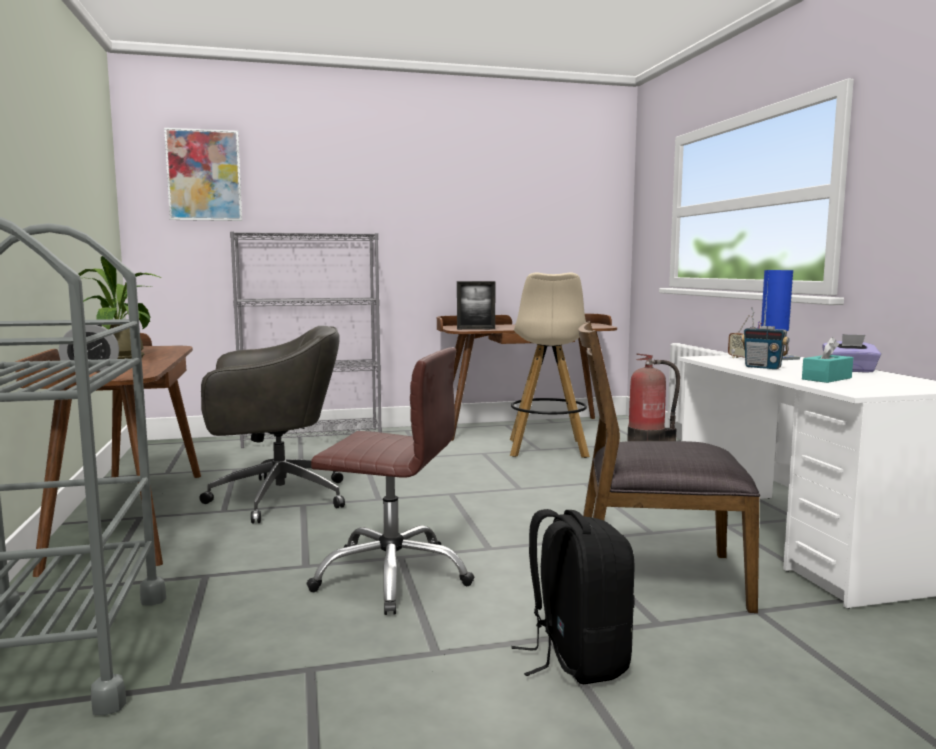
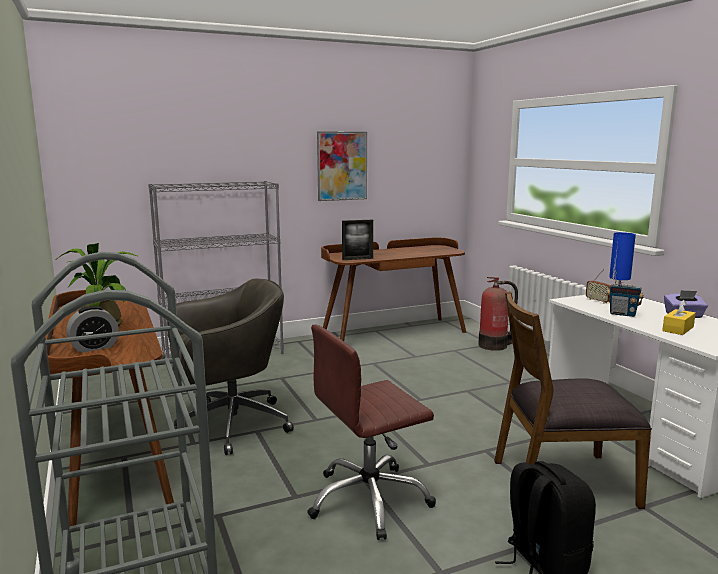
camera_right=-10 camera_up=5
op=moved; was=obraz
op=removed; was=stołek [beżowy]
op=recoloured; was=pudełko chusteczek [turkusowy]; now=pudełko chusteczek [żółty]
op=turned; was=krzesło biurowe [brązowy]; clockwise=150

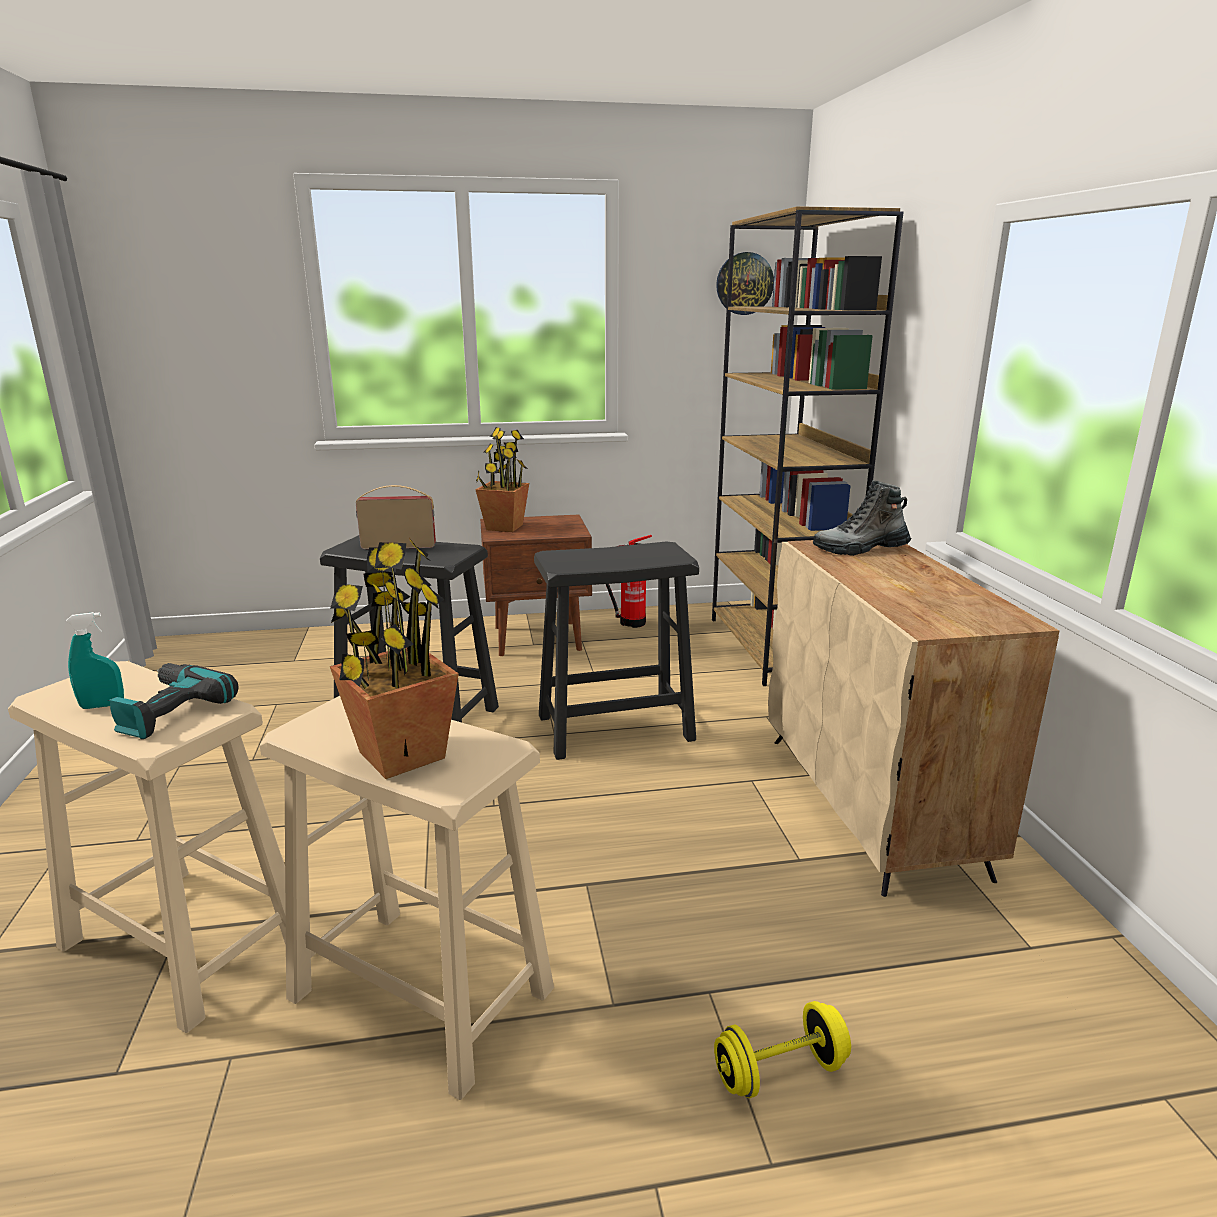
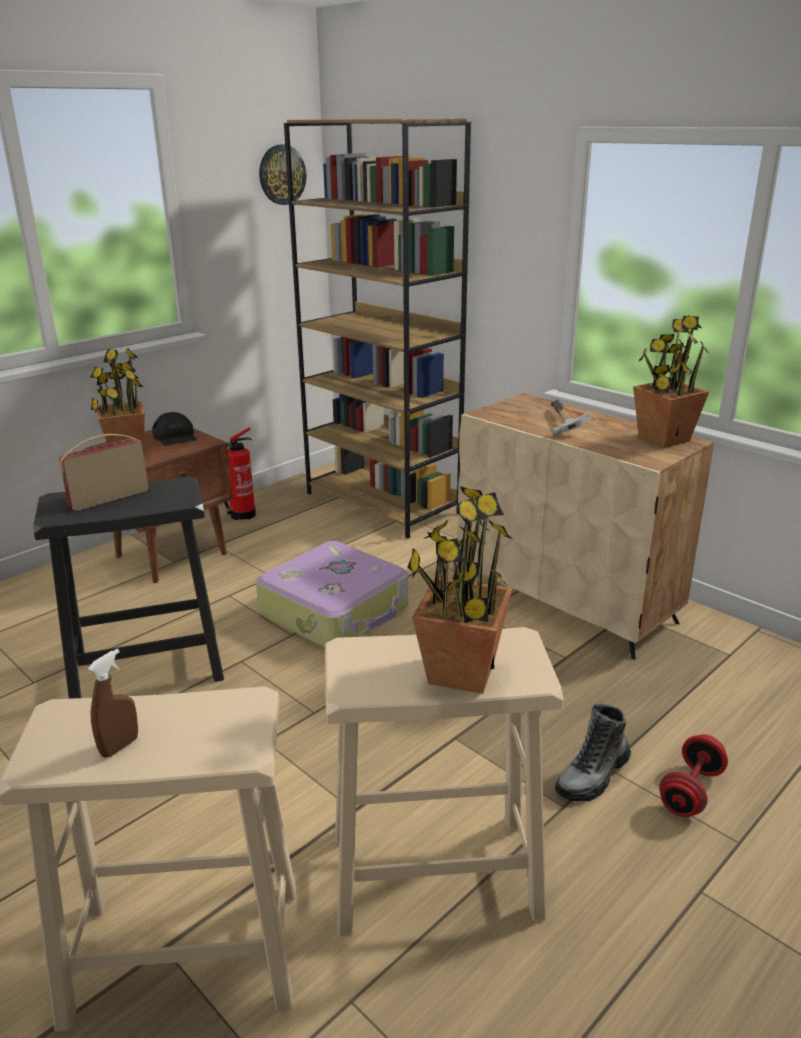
camera_right=-35 camera_up=5
op=moved; was=but z cholewką
op=replaced; was=stołek [czarny] (2nd from left); now=walizka
op=recoloured; was=spryskiwacz [turkusowy]; now=spryskiwacz [brązowy]
op=removed; was=wiertarka
op=recoloured; was=hantel [żółty]; now=hantel [czerwony]
op=added; now=roślina doniczkowa (3rd from left)
op=added; now=młotek
op=added; now=czapka z daszkiem [czarny]

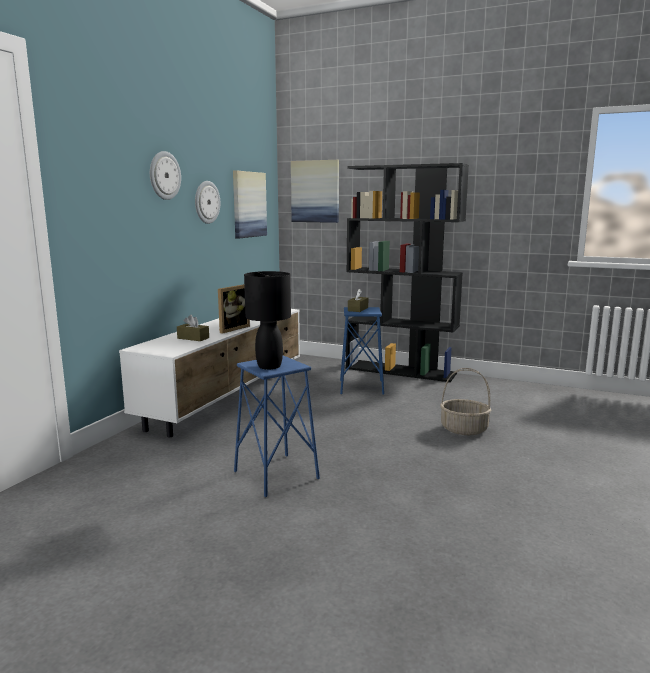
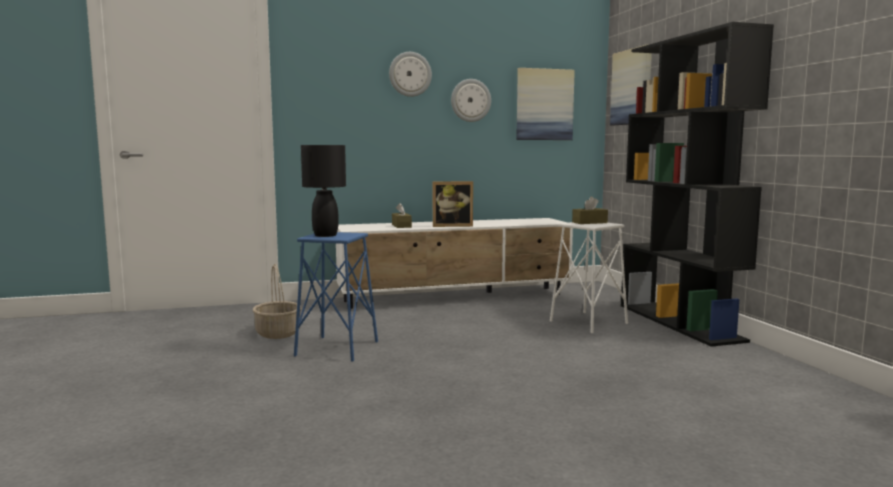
camera_right=50 camera_up=-5
op=recoloured; was=stołek [niebieski] (2nd from left); now=stołek [biały]
op=moved; was=koszyk

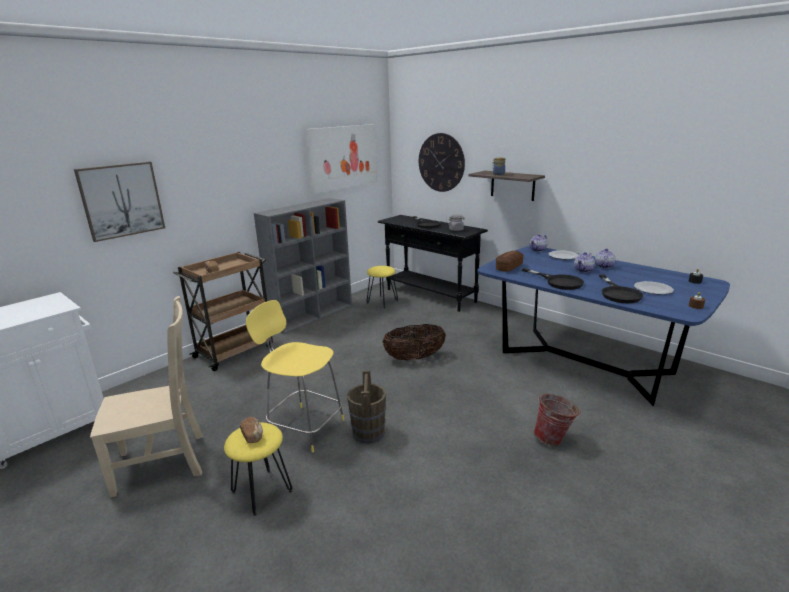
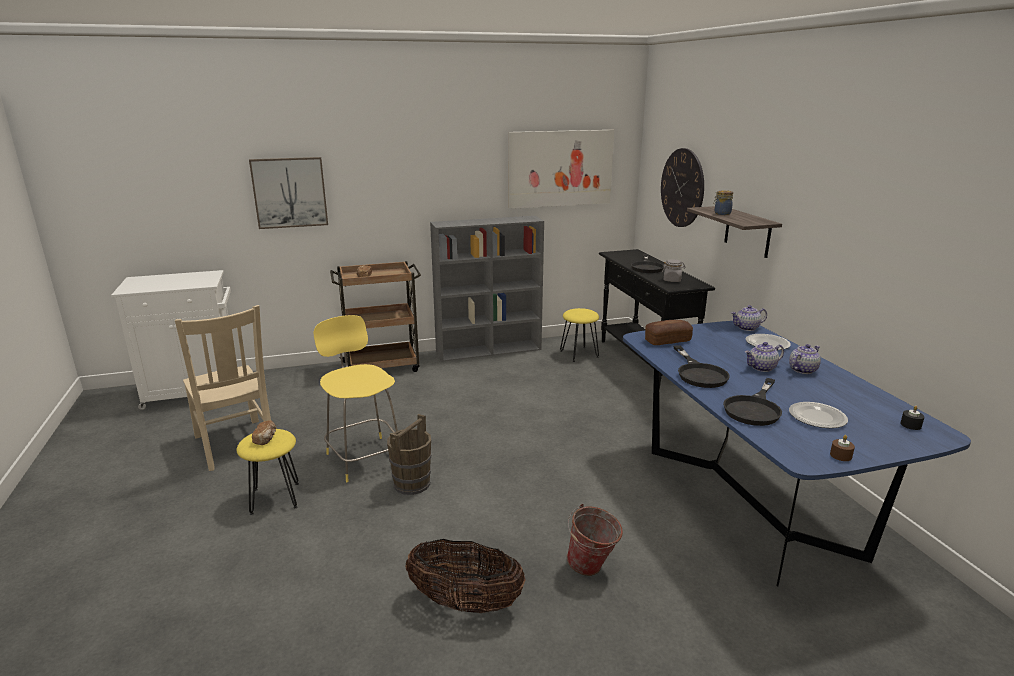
camera_right=30 camera_up=0
op=turned; was=krzesło [beżowy]; clockwise=45
op=moved; was=koszyk

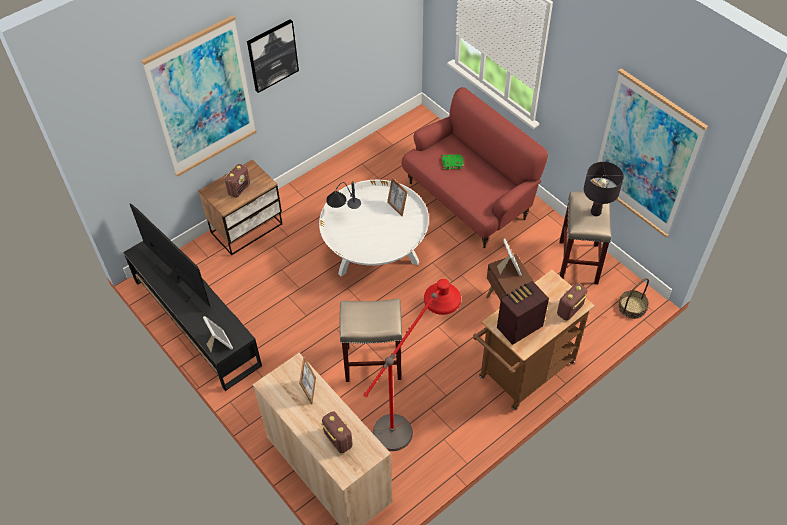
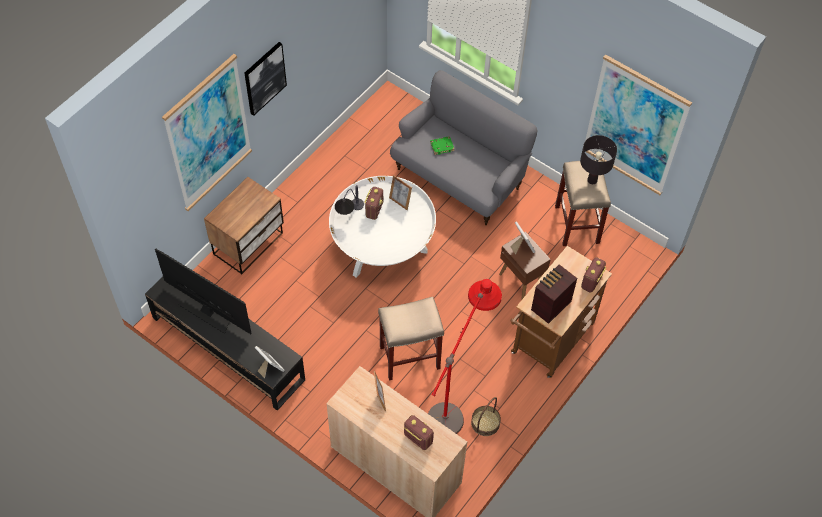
camera_right=-15 camera_up=5
op=recoloured; was=kanapa [czerwony]; now=kanapa [szary]
op=moved; was=radio (1st from left)
op=moved; was=koszyk

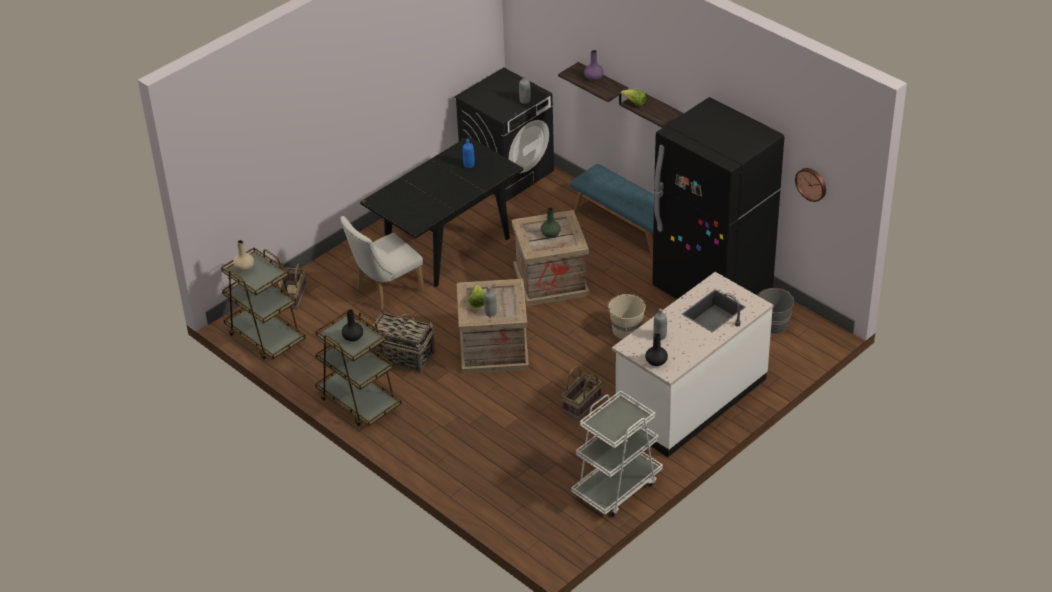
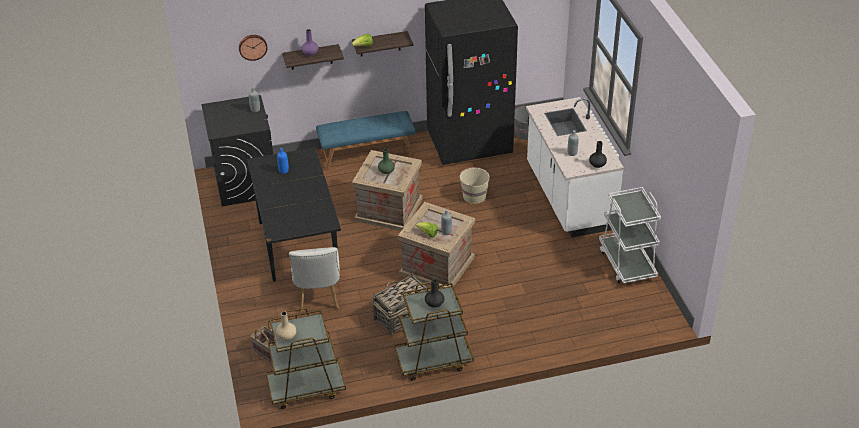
camera_right=-60 camera_up=0
op=moved; was=zegar ścienny
op=removed; was=koszyk (3rd from left)

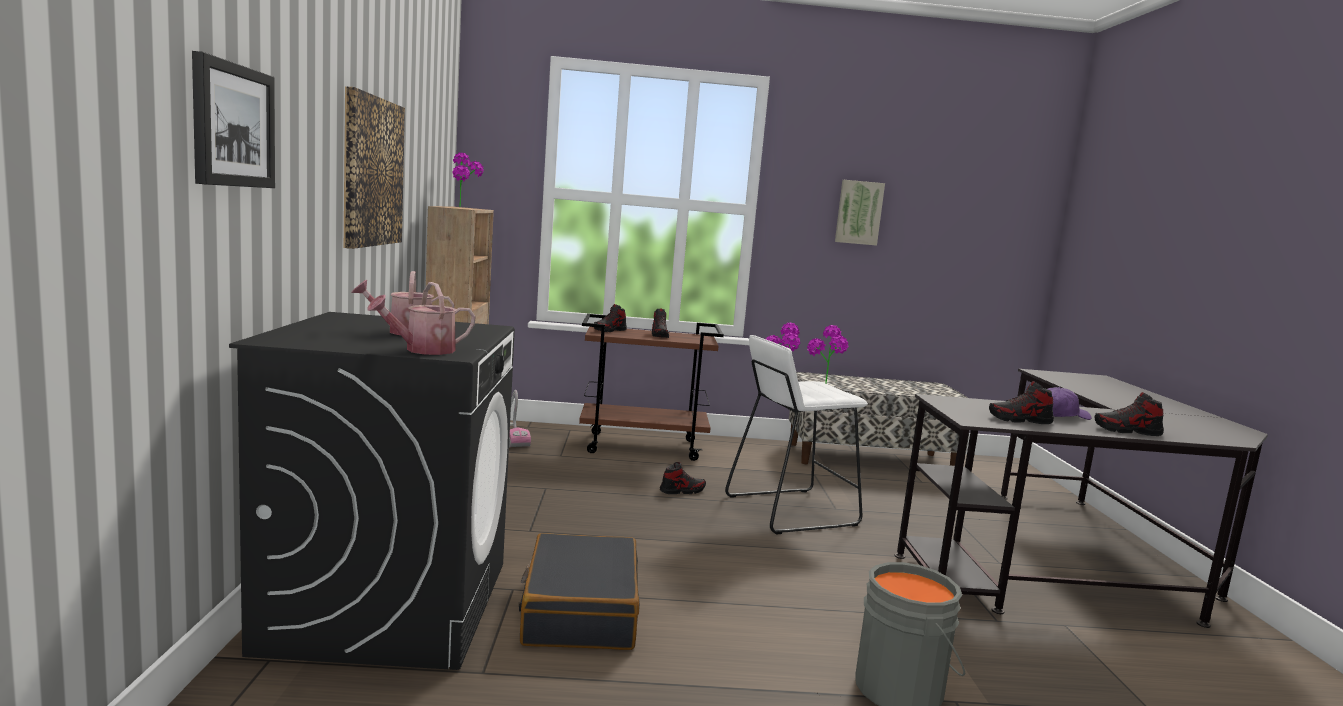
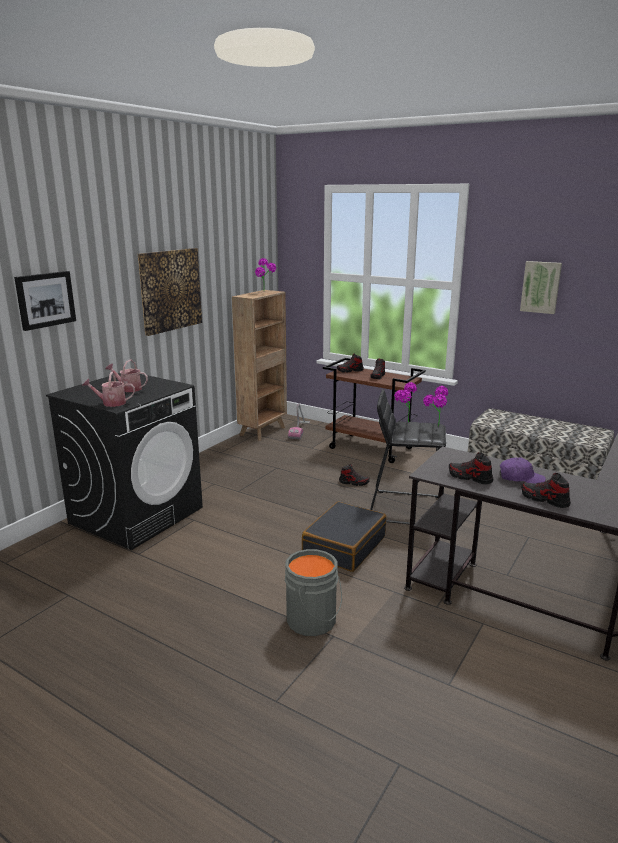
camera_right=35 camera_up=10
op=recoloured; was=stołek [biały]; now=stołek [czarny]
op=moved; was=walizka [czarny]

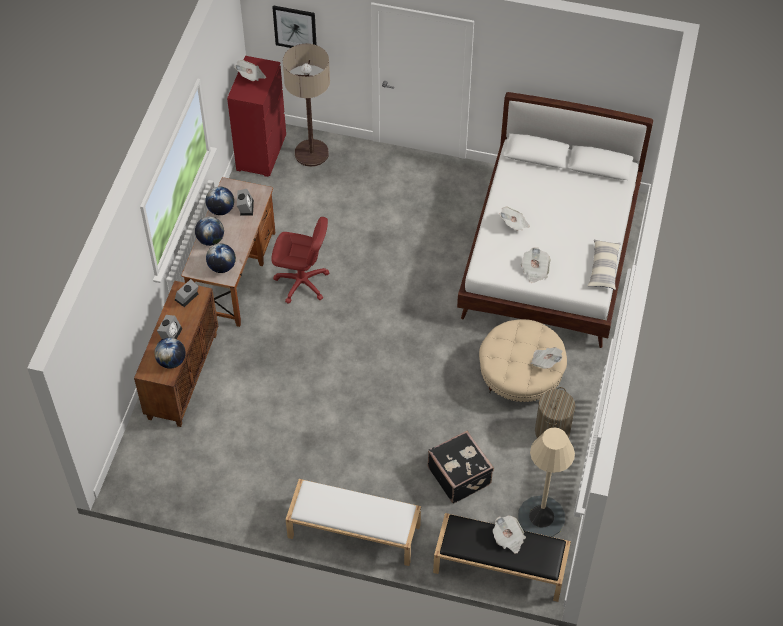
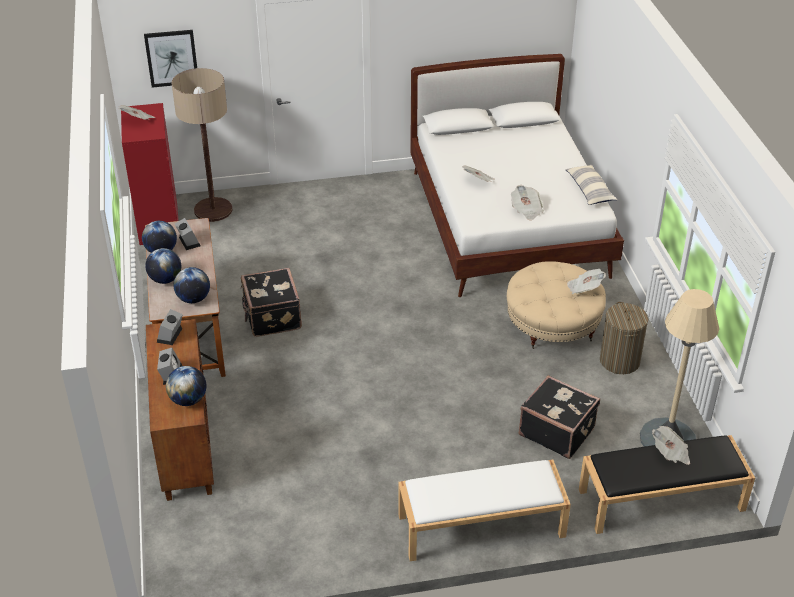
camera_right=-25 camera_up=-15
op=replaced; was=krzesło biurowe [czerwony]; now=walizka [czarny] (1st from left)

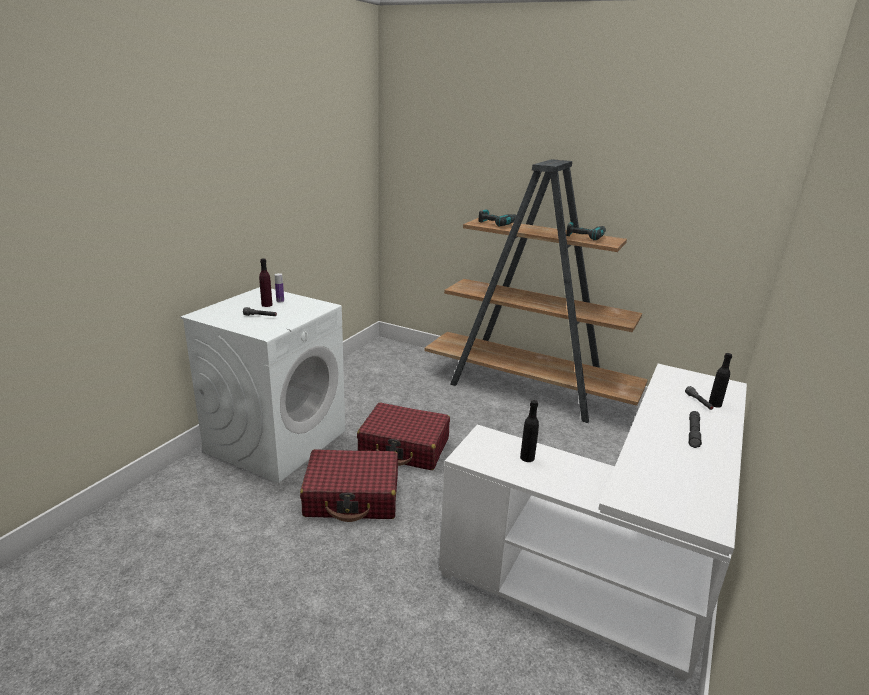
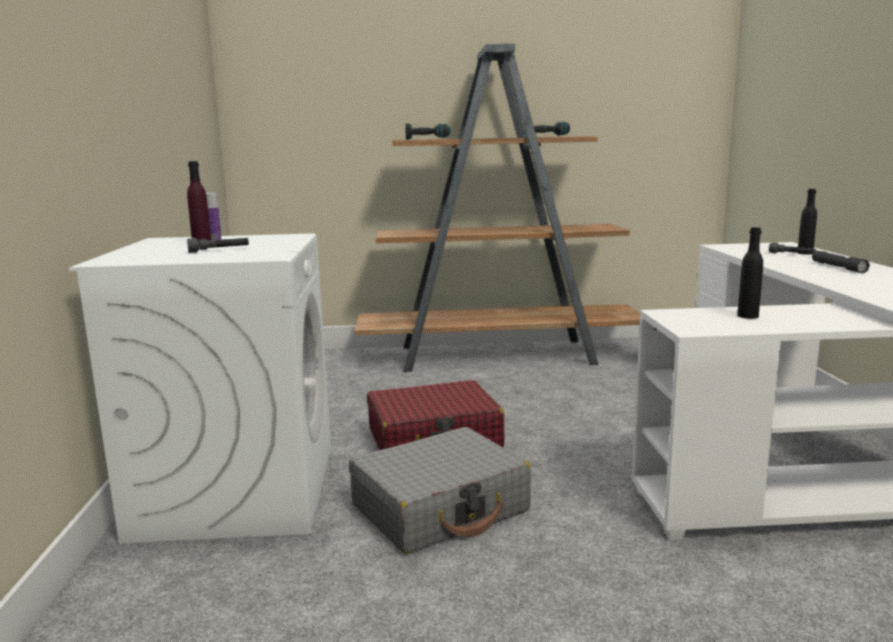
camera_right=-30 camera_up=-10
op=recoloured; was=walizka [czerwony] (1st from left); now=walizka [szary]

